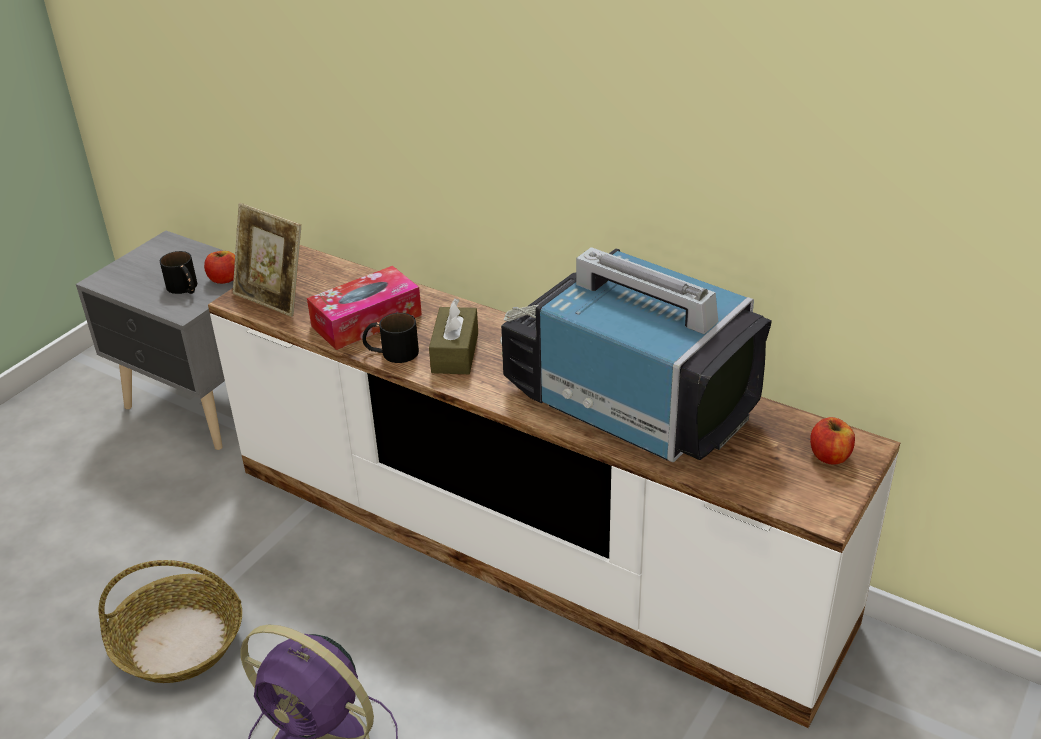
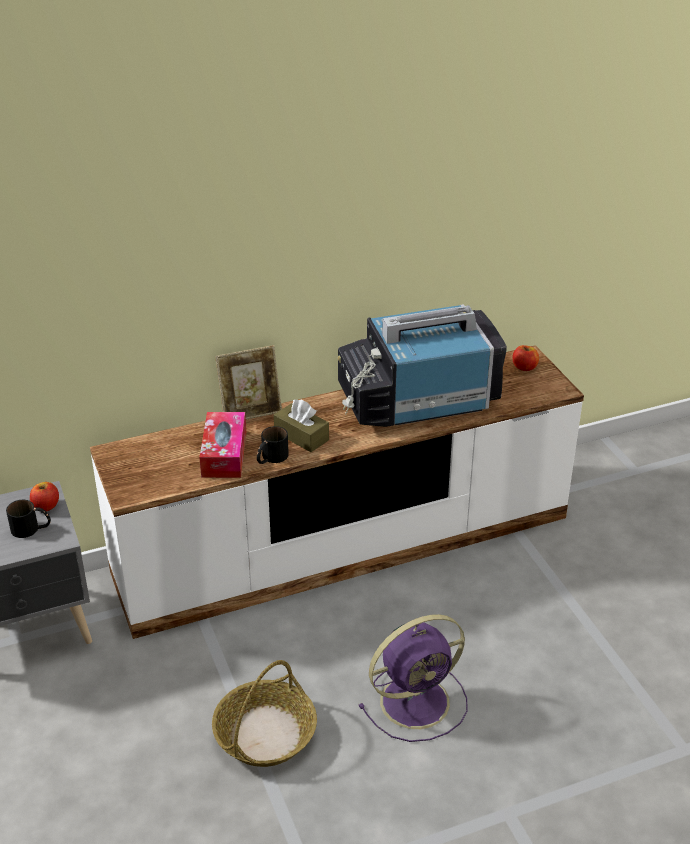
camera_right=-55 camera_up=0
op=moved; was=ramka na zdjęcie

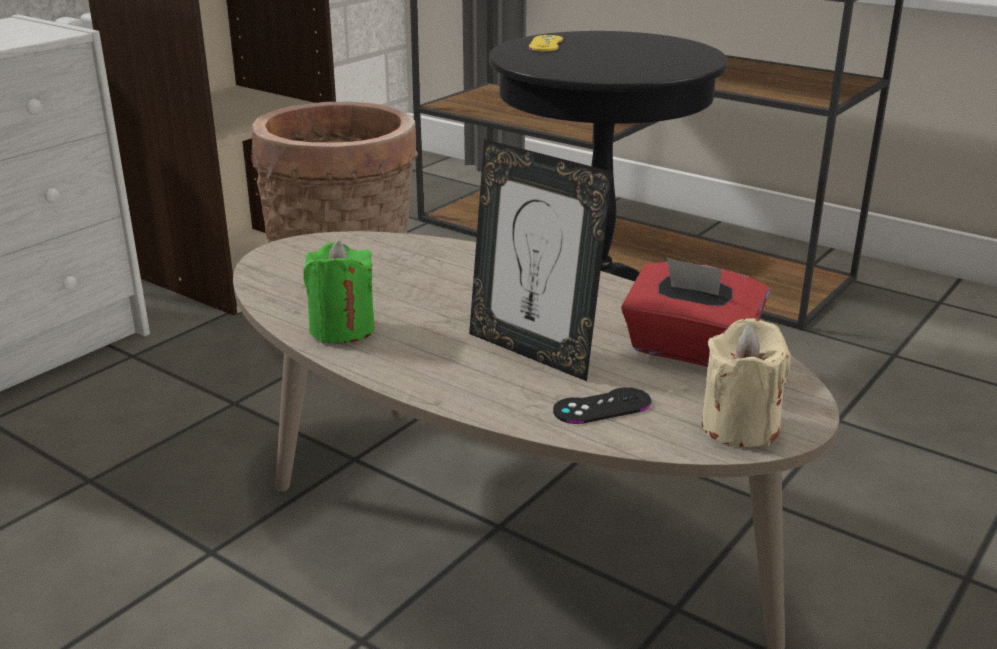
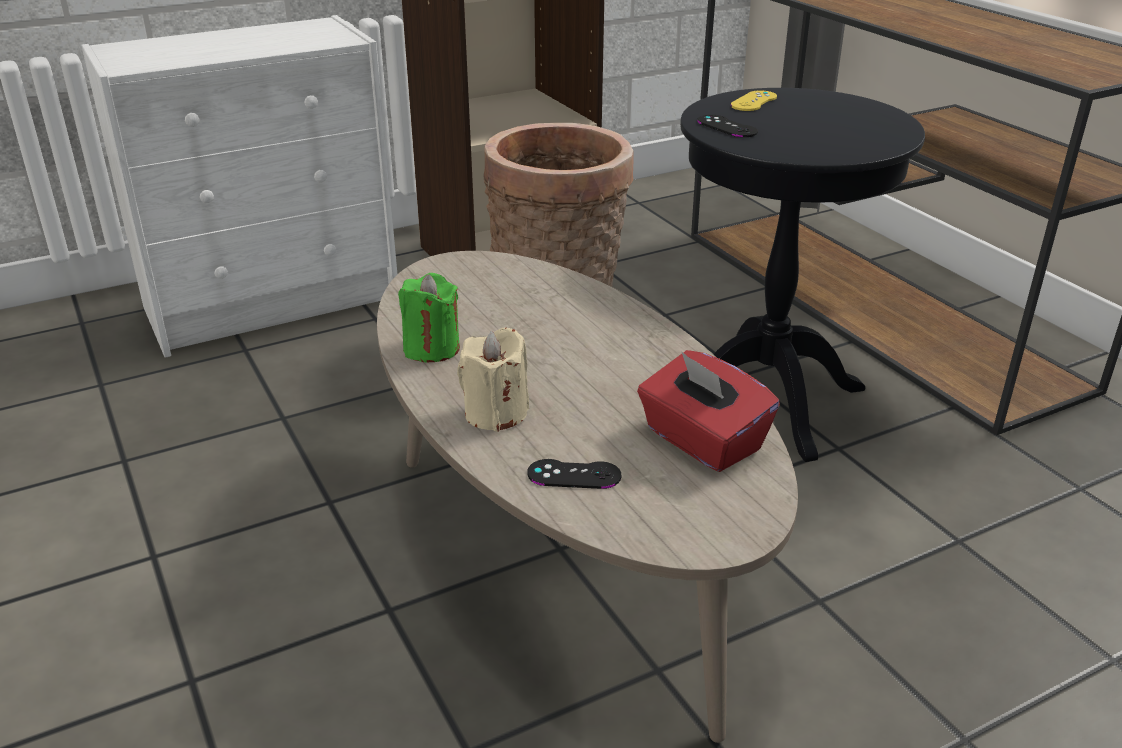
camera_right=25 camera_up=5
op=removed; was=ramka na zdjęcie
op=moved; was=świeca [beżowy]
op=added; now=pad do gier [czarny] (2nd from left)

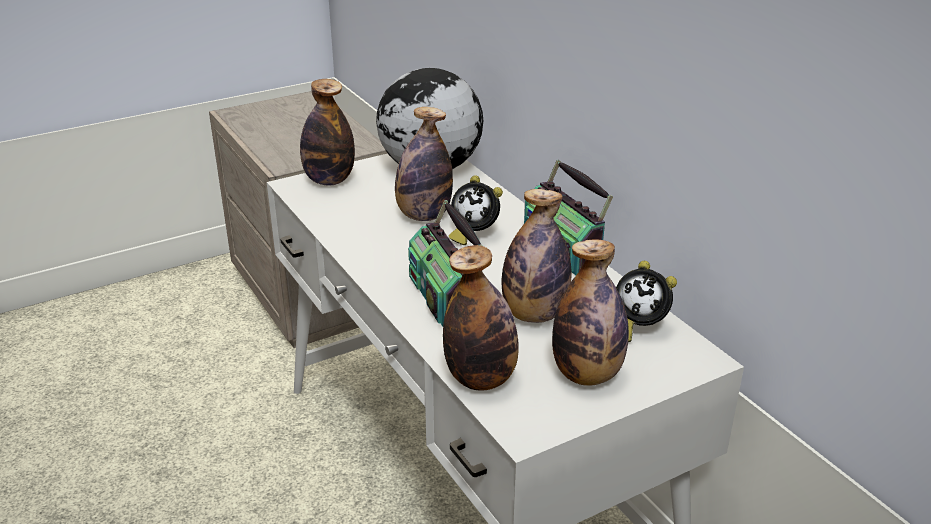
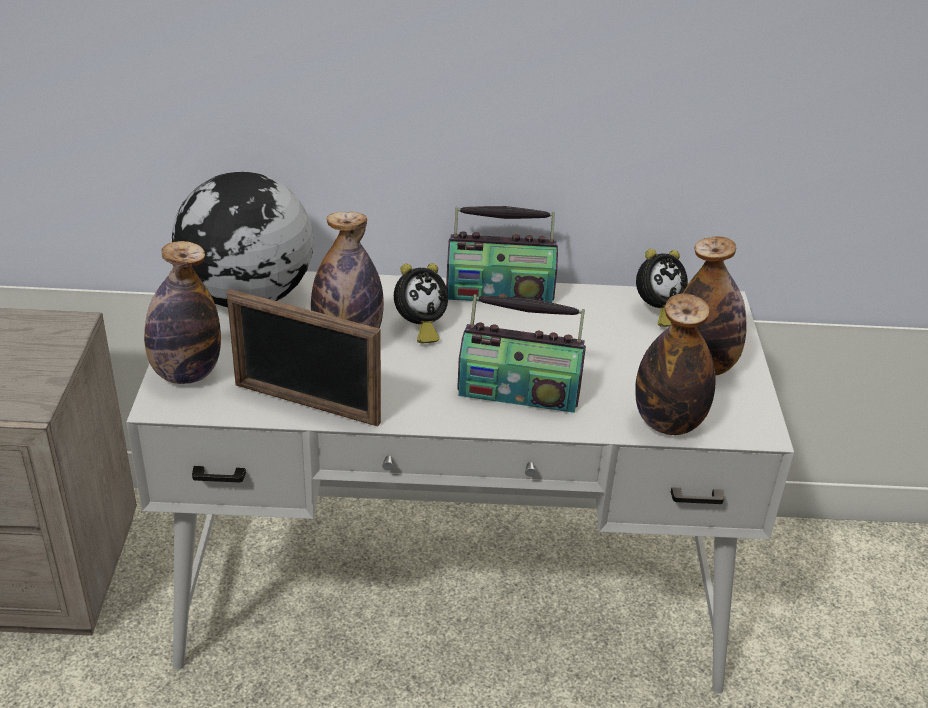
camera_right=-60 camera_up=5
op=removed; was=butelka (4th from left)
op=added; now=ramka na zdjęcie

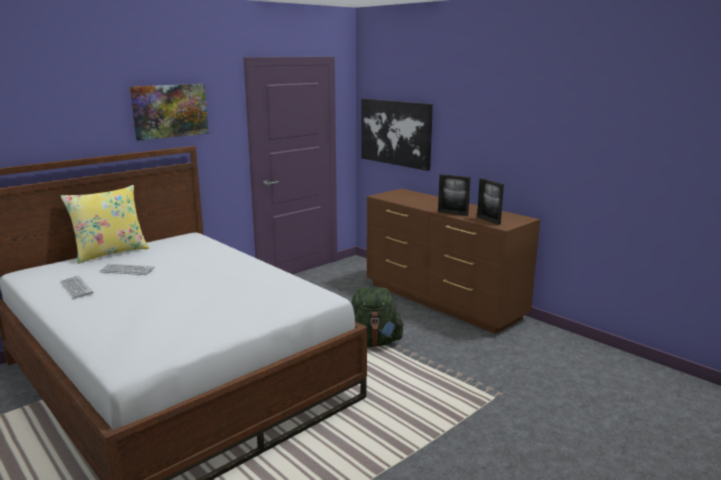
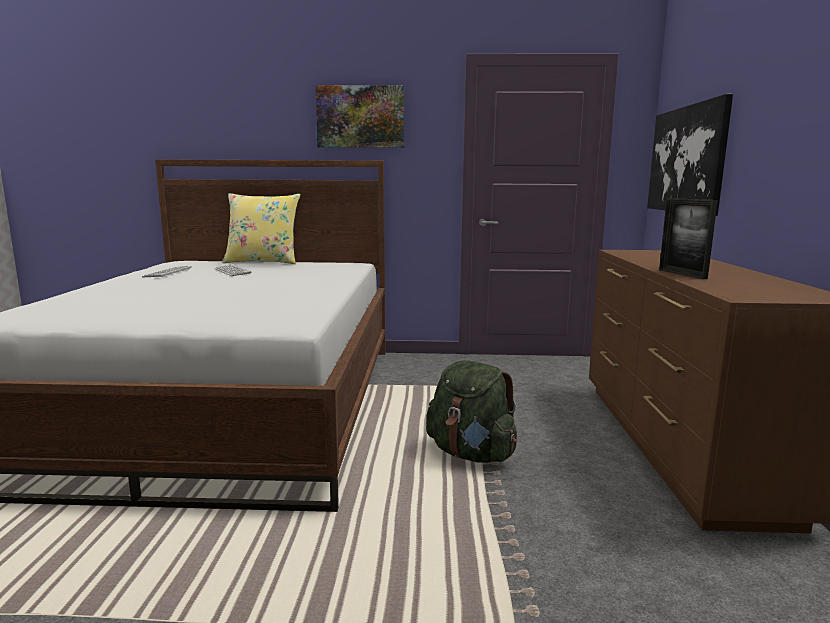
camera_right=45 camera_up=-5
op=removed; was=ramka na zdjęcie (2nd from left)

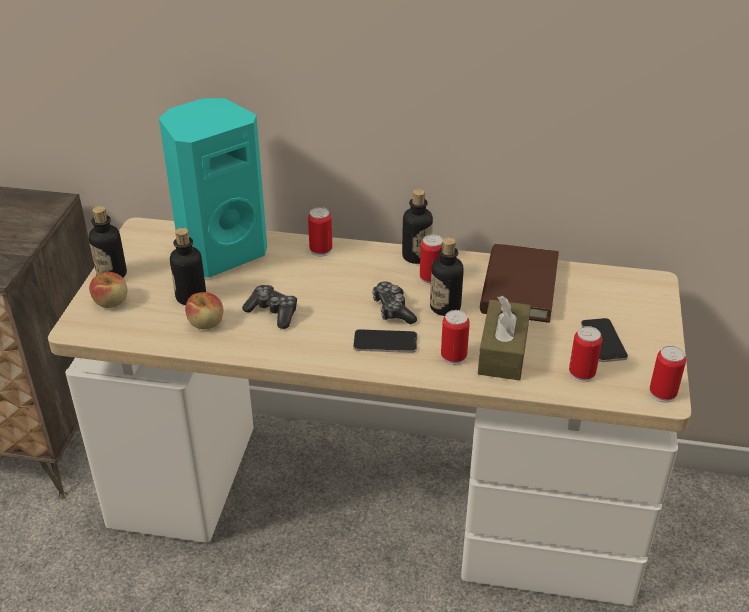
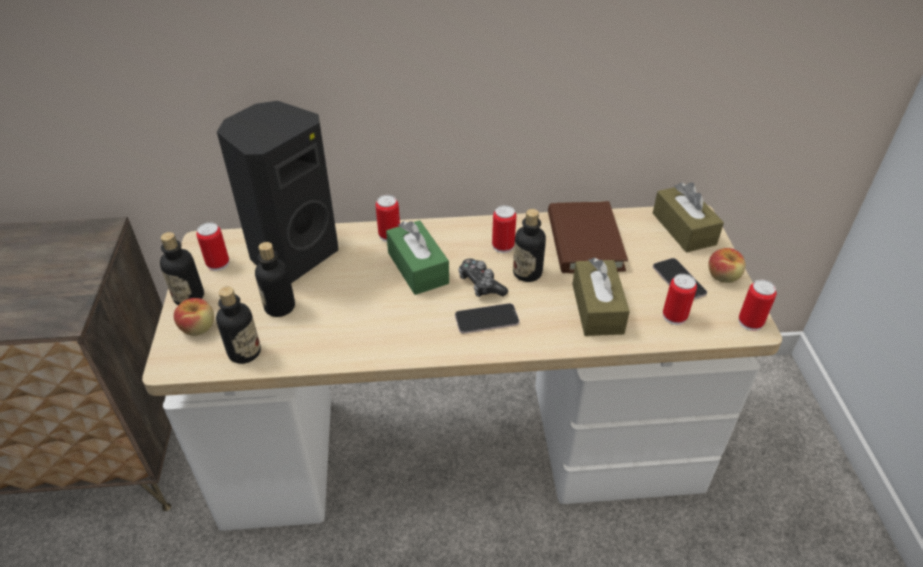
camera_right=-15 camera_up=5
op=recoloured; was=głośnik [turkusowy]; now=głośnik [czarny]
op=moved; was=butelka (3rd from left in the first image); now=butelka (2nd from left)
op=removed; was=pad do gier (1st from left)
op=moved; was=jabłko (2nd from left)
op=moved; was=puszka (3rd from left in the first image); now=puszka (1st from left)
op=added; now=pudełko chusteczek [brązowy] (2nd from left)
op=added; now=pudełko chusteczek [zielony]

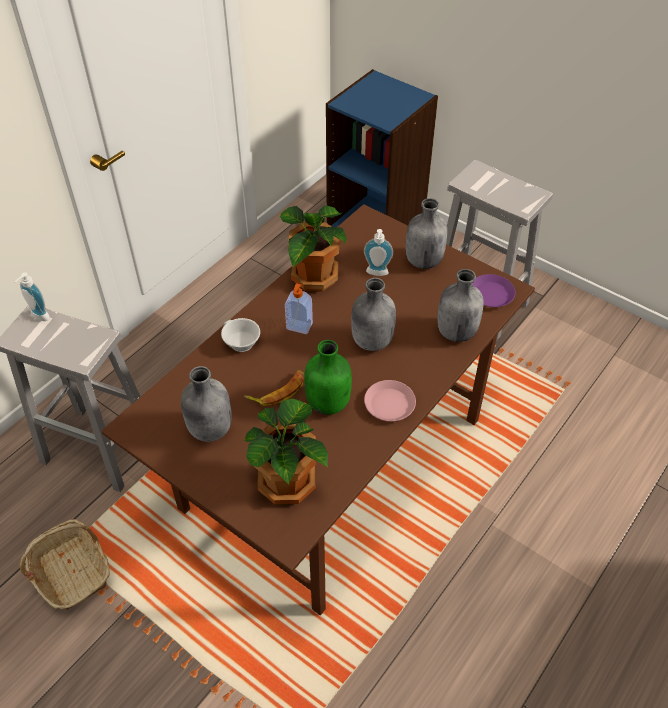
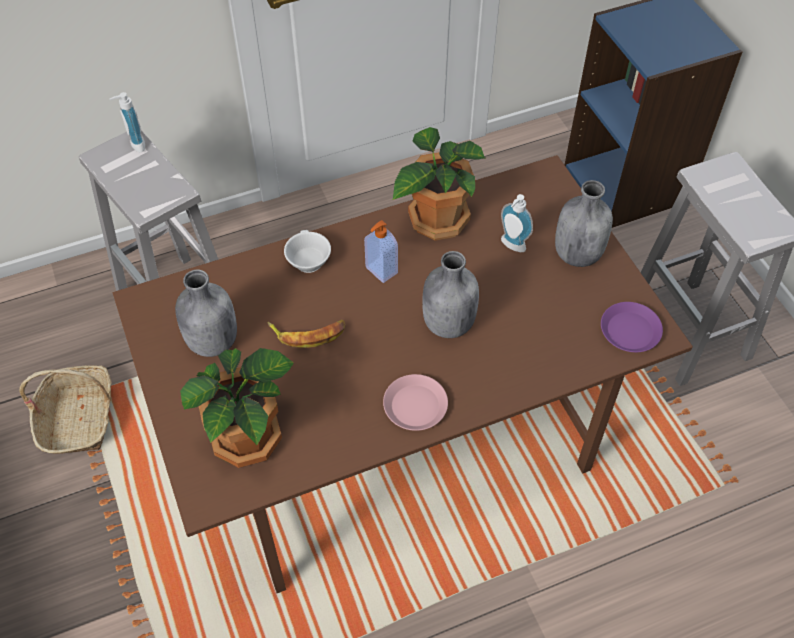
camera_right=30 camera_up=5
op=removed; was=butelka [szary] (4th from left)
op=removed; was=butelka [zielony]

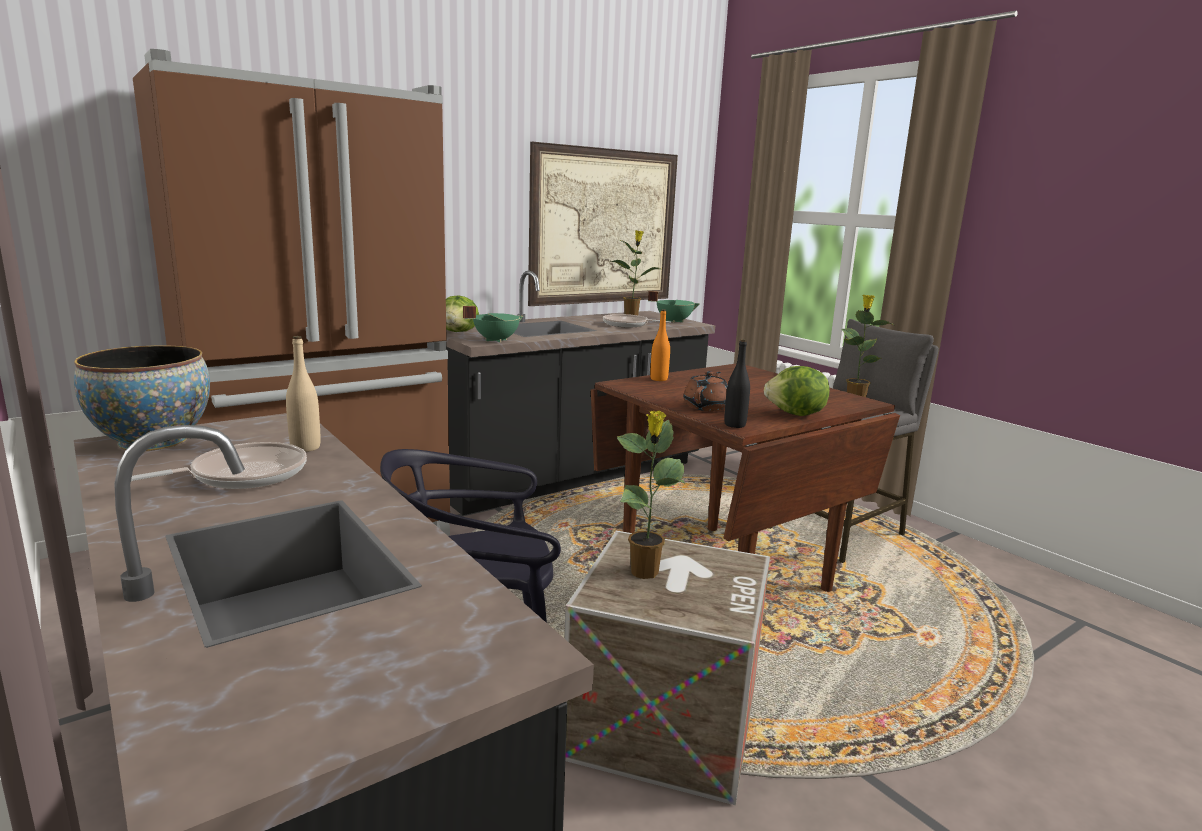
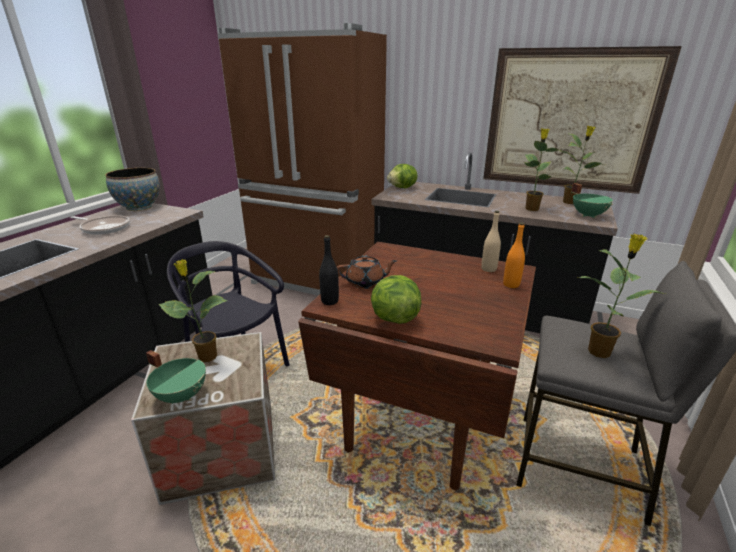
camera_right=60 camera_up=10
op=moved; was=garnek [zielony] (1st from left)
op=moved; was=butelka [pomarańczowy]
op=replaced; was=patelnia (2nd from left); now=roślina doniczkowa (2nd from left)
op=moved; was=butelka [beżowy]

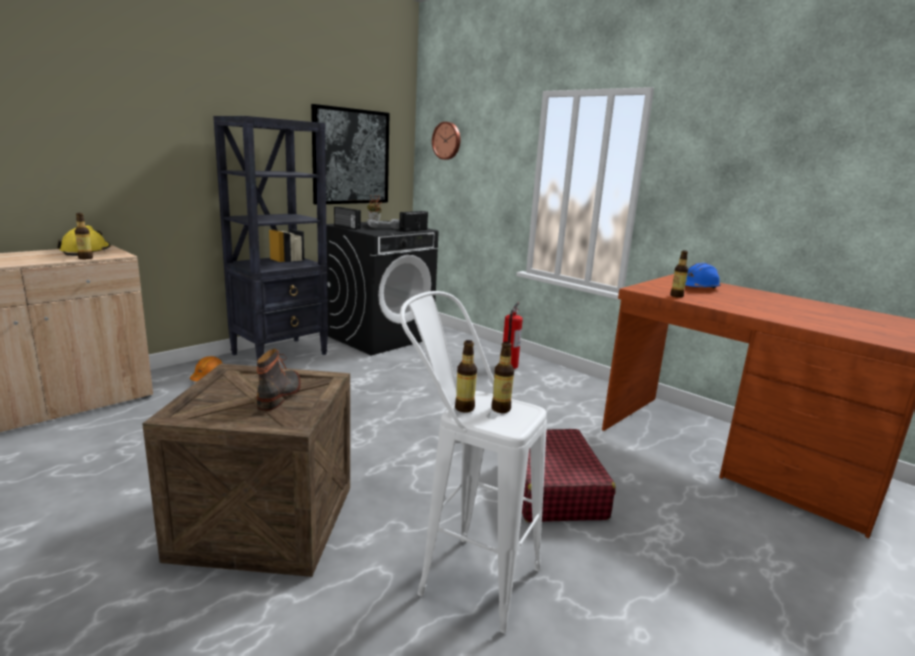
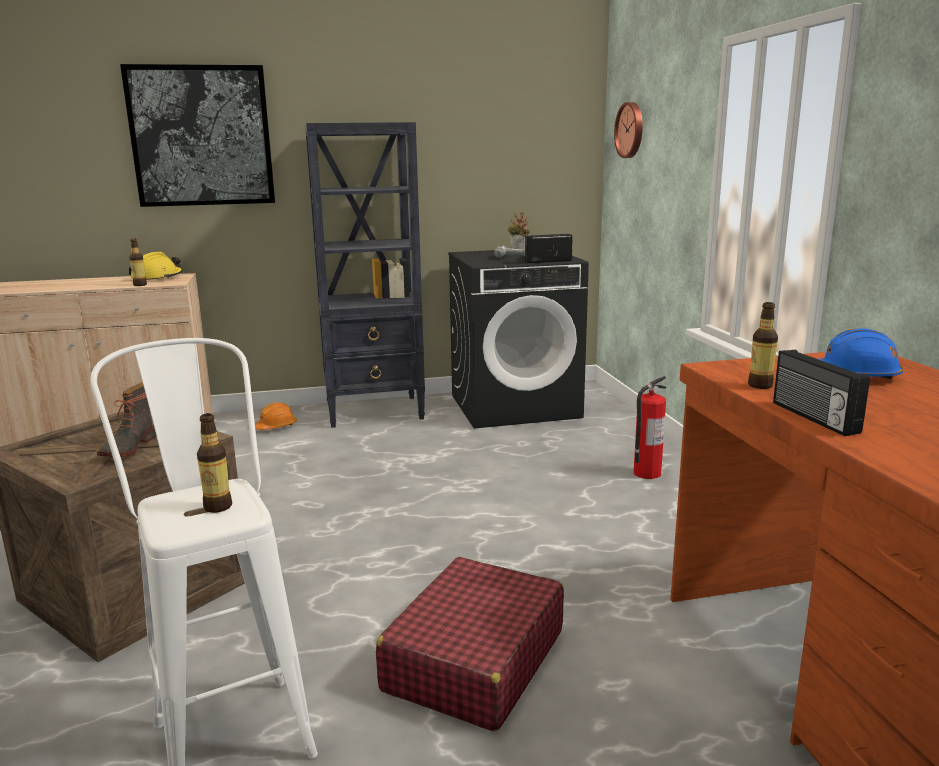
camera_right=35 camera_up=0
op=moved; was=obraz
op=moved; was=radio (1st from left in the first image); now=radio (2nd from left)
op=removed; was=butelka (2nd from left)
op=turned; was=but z cholewką; clockwise=150

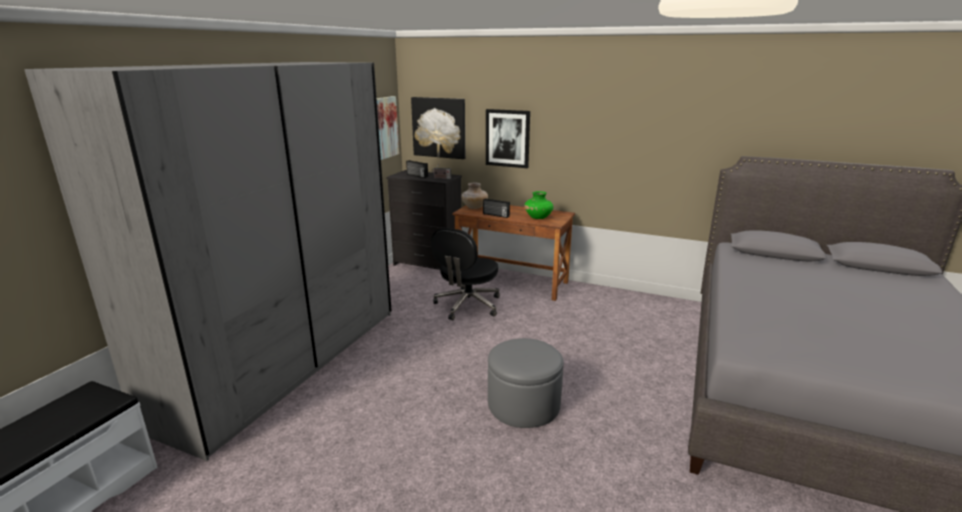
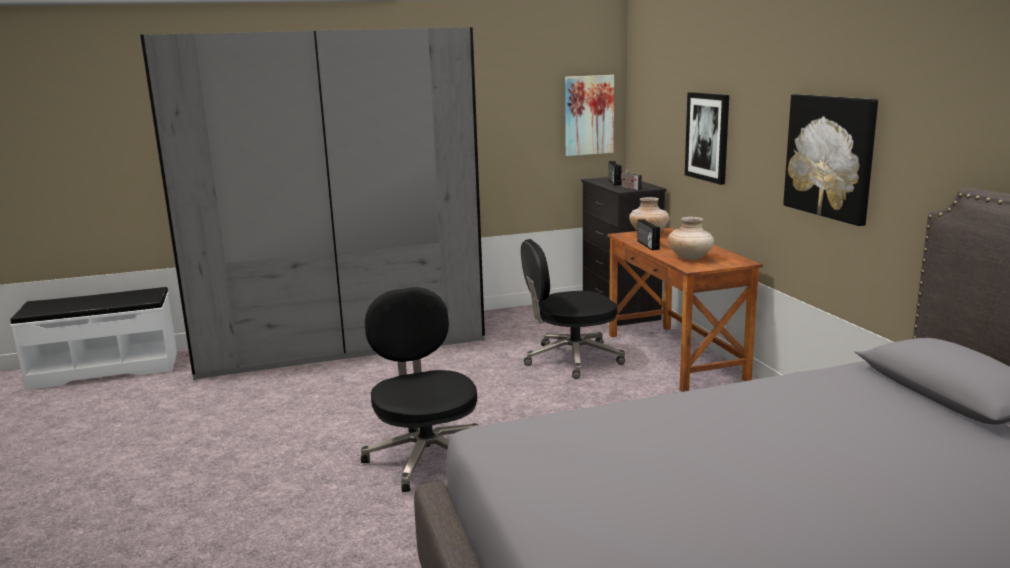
camera_right=50 camera_up=-5
op=moved; was=obraz (2nd from left in the first image); now=obraz (3rd from left)
op=recoloured; was=wazon [zielony]; now=wazon [beżowy] (2nd from left)
op=replaced; was=pufa [szary]; now=krzesło biurowe [czarny] (1st from left)

